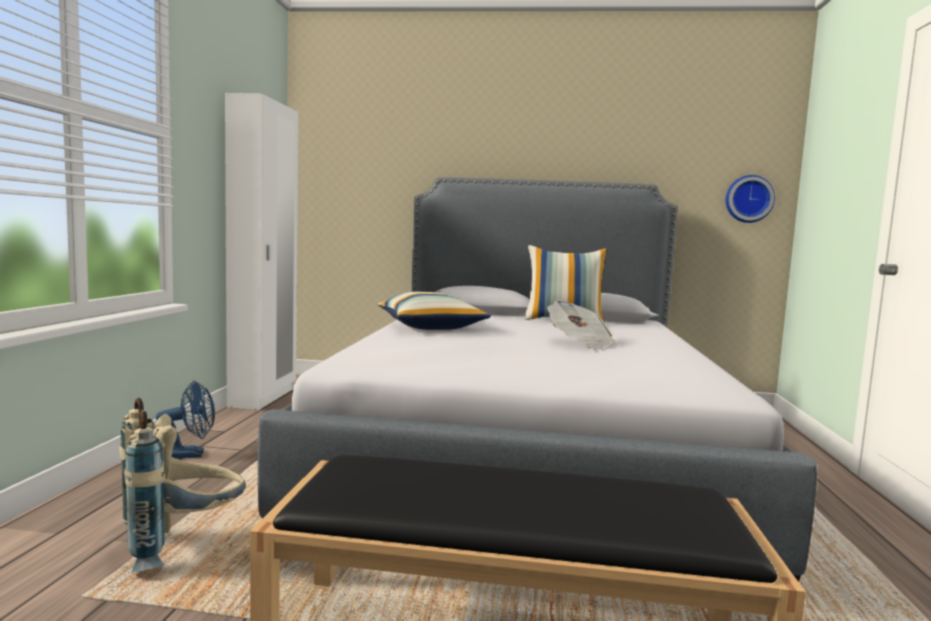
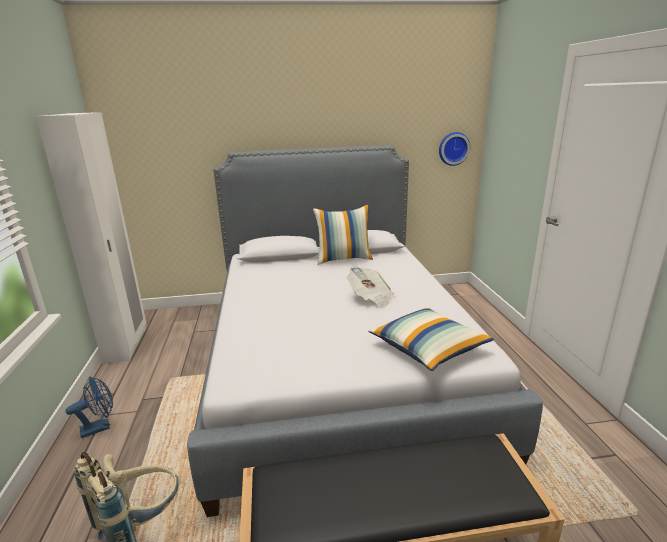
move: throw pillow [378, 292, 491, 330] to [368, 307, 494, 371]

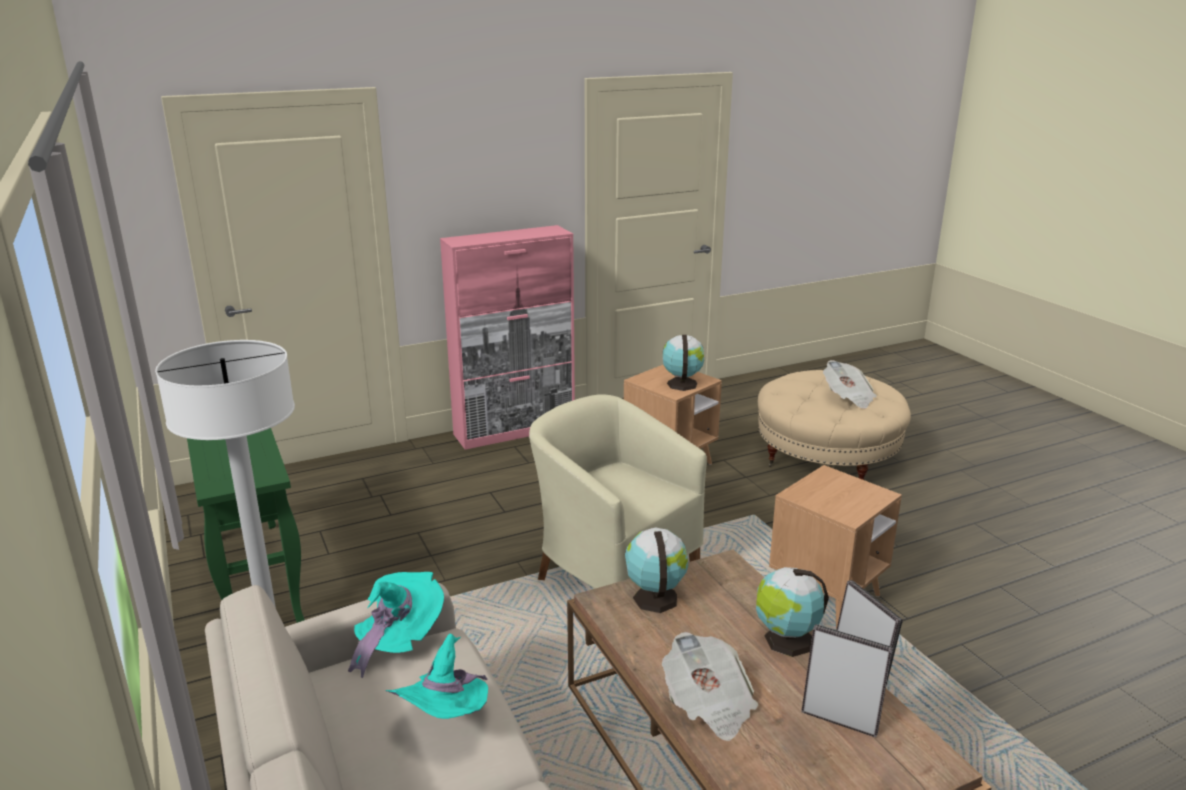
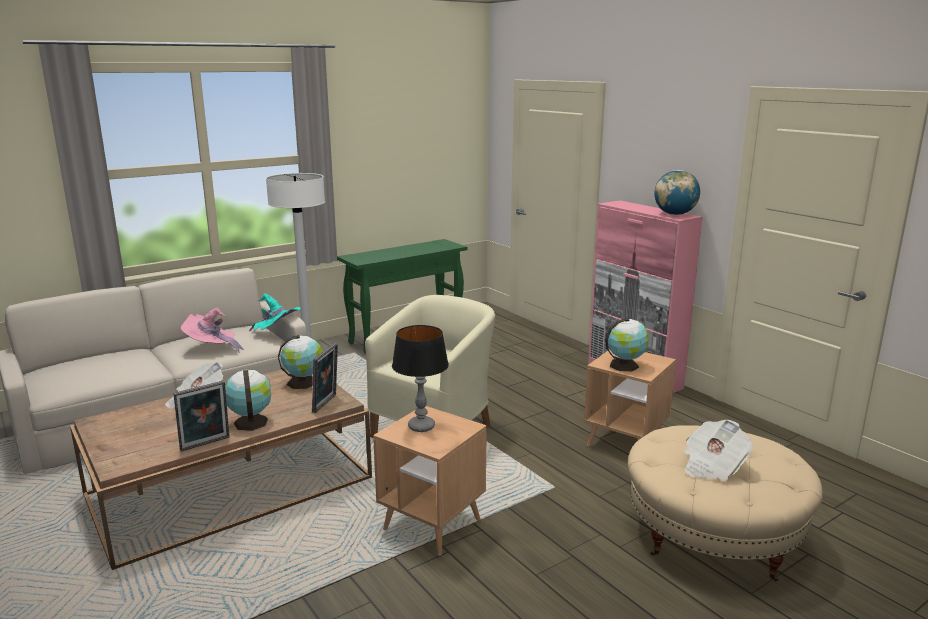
insert: lamp for a table [392, 325, 449, 432]; globe [654, 170, 700, 215]
move: standing frame [801, 624, 893, 737] to [312, 343, 338, 413]
recolor: turquoise clothing hat [385, 634, 488, 719] to pink clothing hat [180, 308, 243, 352]

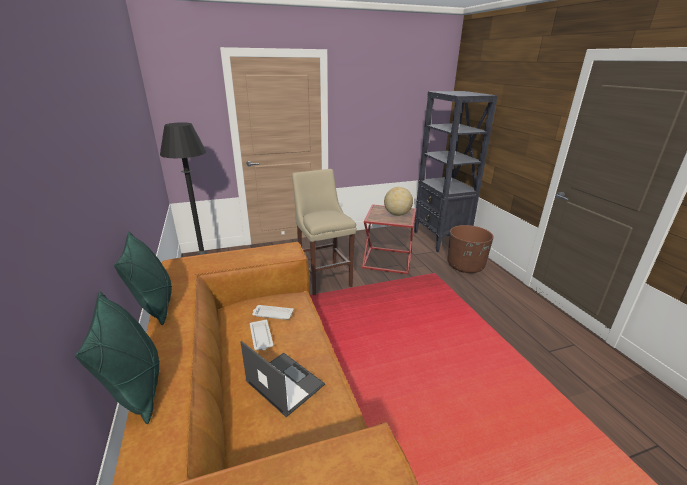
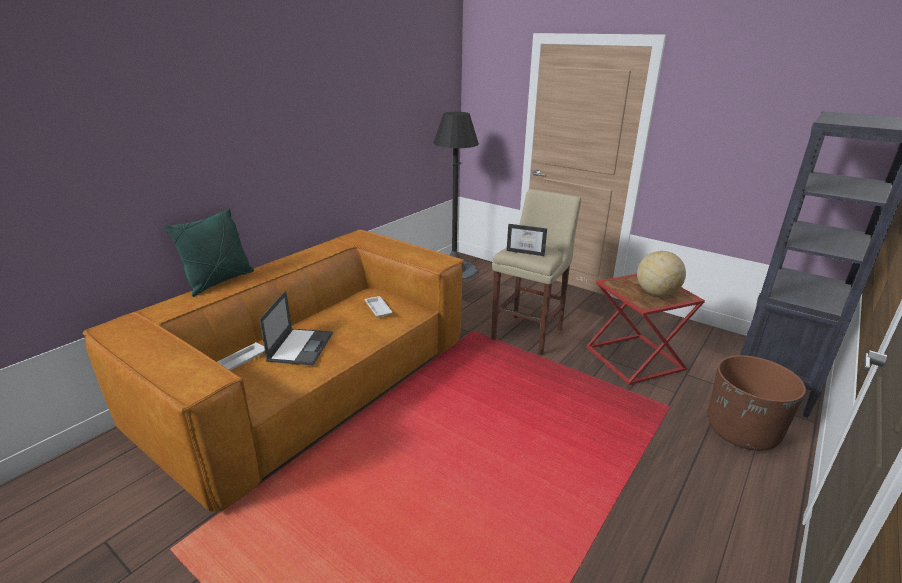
delete: green throw pillow [114, 232, 172, 325]
insert: standing frame [507, 224, 547, 256]
move: white serving tray [250, 320, 273, 350] to [217, 342, 265, 370]

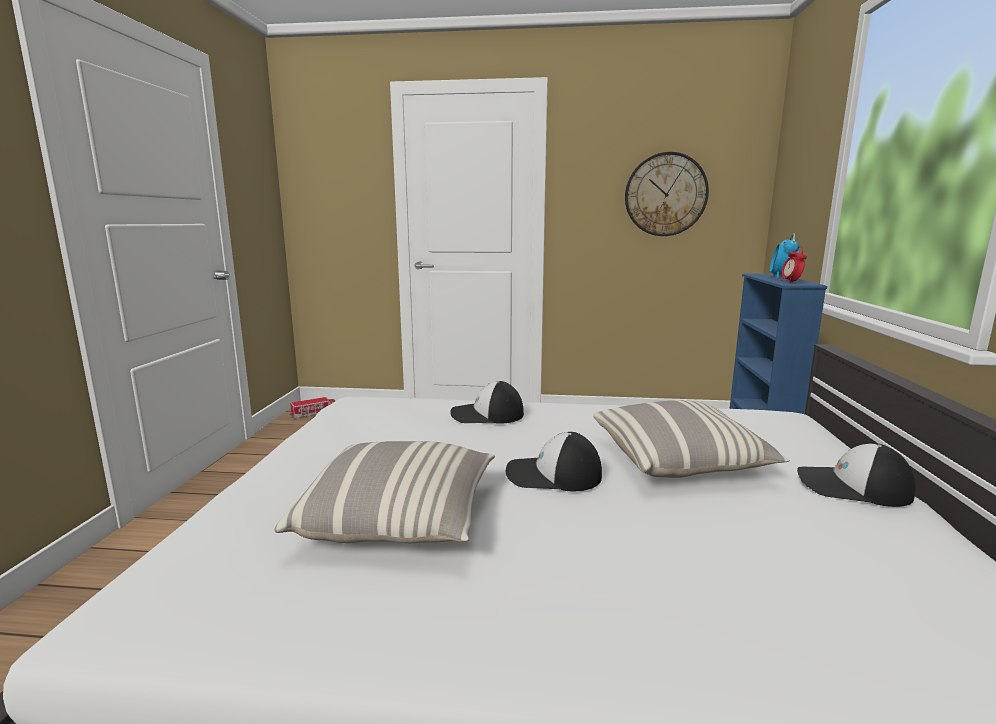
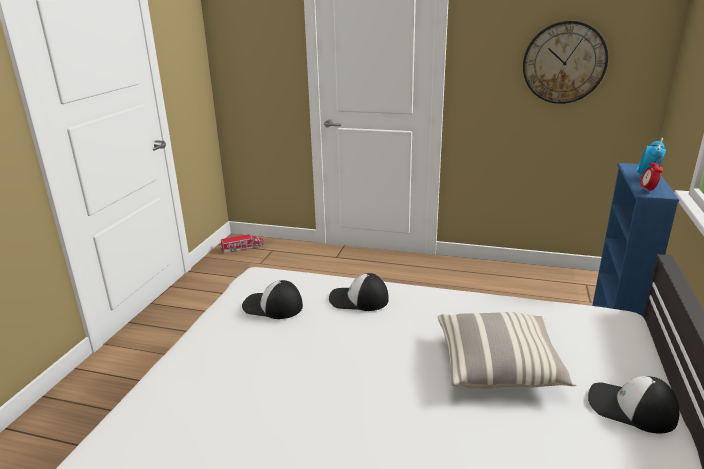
delete: throw pillow [274, 441, 495, 543]
move: cap [506, 432, 602, 491] to [242, 280, 303, 319]

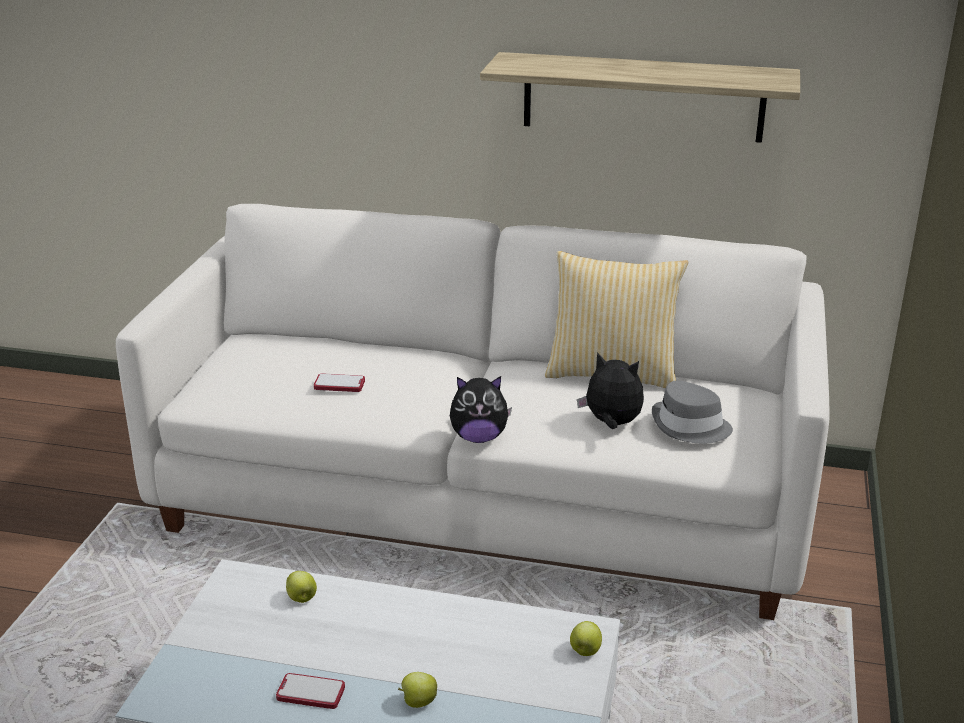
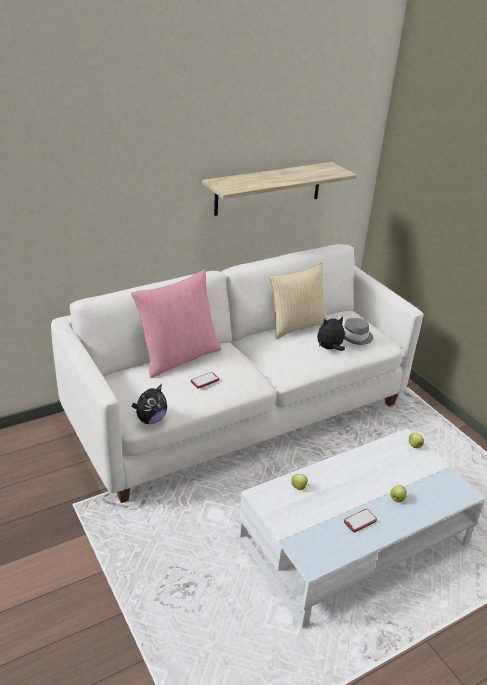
insert: pink throw pillow [131, 270, 221, 378]
move: plush toy [450, 376, 512, 443] to [132, 384, 167, 424]

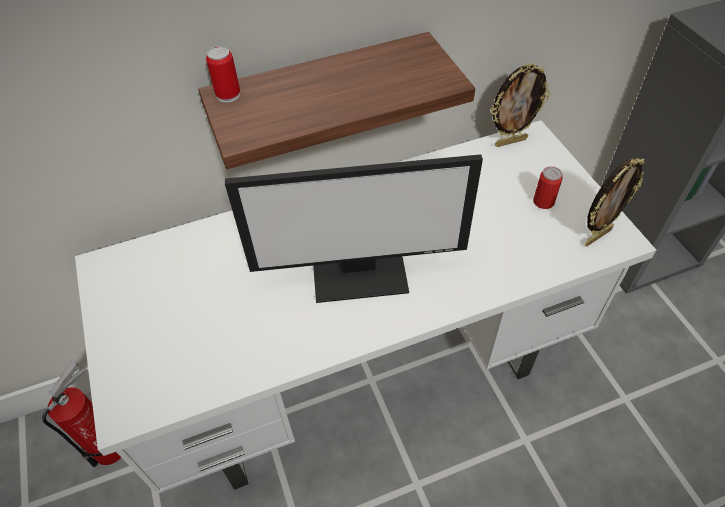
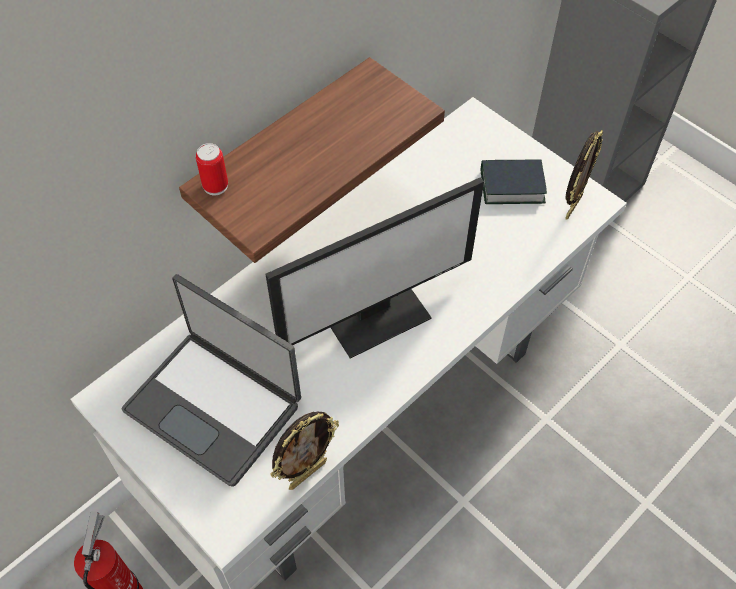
insert: portable computer [122, 274, 301, 487]
move: standing frame [491, 63, 550, 147] to [270, 412, 339, 490]
replace: can [533, 166, 563, 209] to book [481, 159, 547, 204]

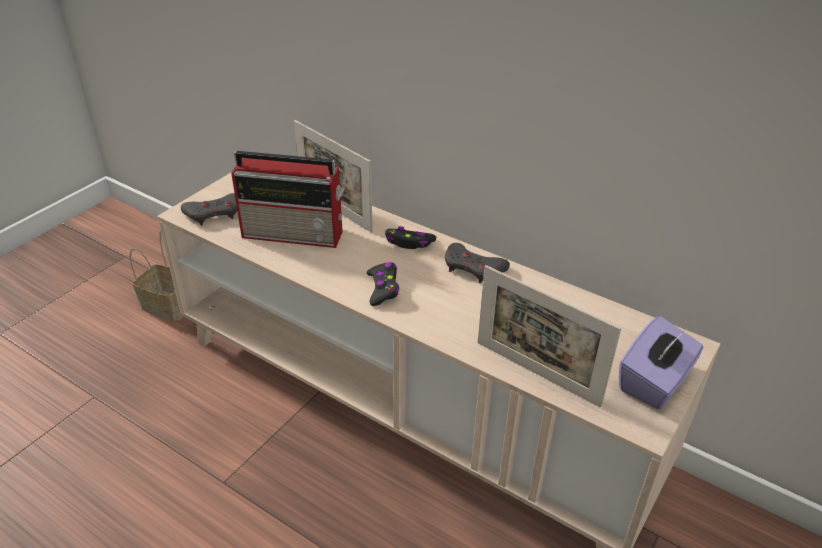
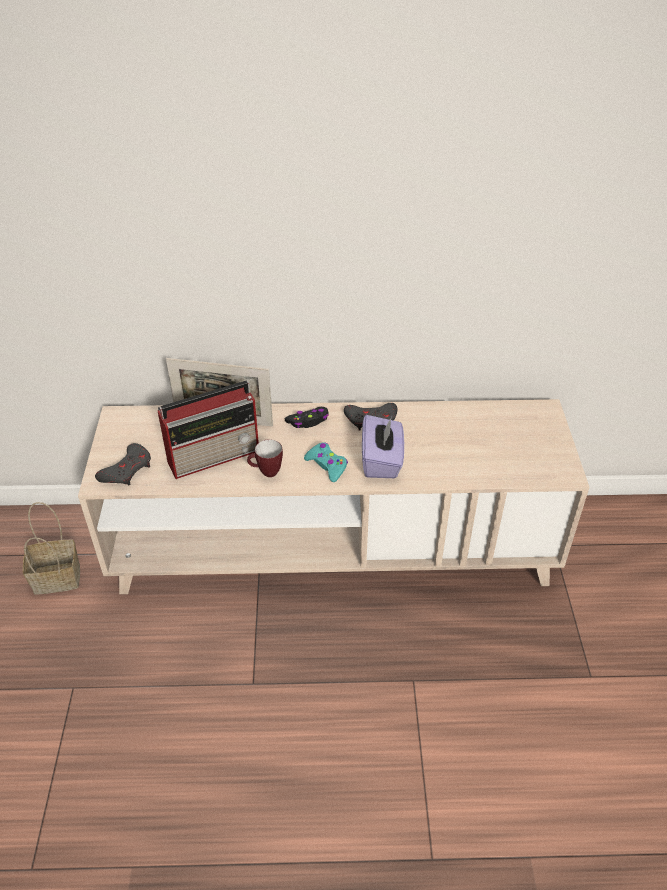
delete: standing frame [478, 265, 621, 407]
insert: mug [247, 439, 283, 477]
move: purplish box of tissues [619, 316, 703, 409] to [362, 415, 404, 478]
recolor: black-coloured game controller [367, 262, 400, 306] to turquoise game controller [304, 442, 348, 482]

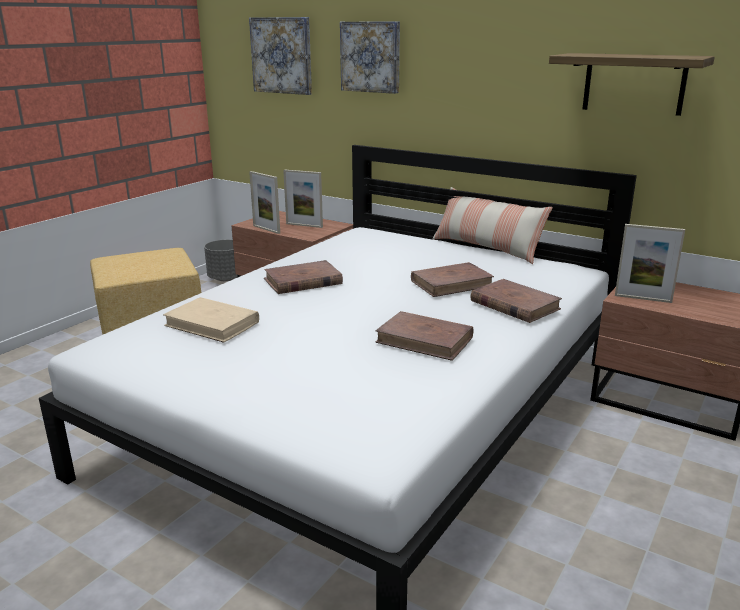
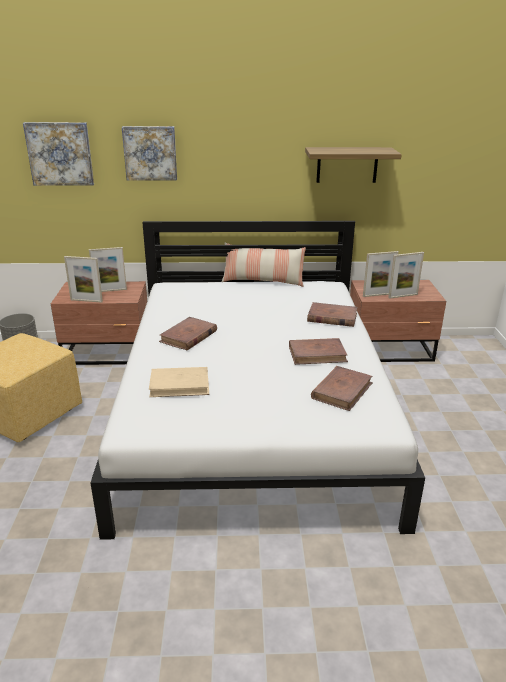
insert: standing frame [388, 252, 424, 299]
move: brownish book [411, 262, 494, 297] to [311, 366, 373, 411]

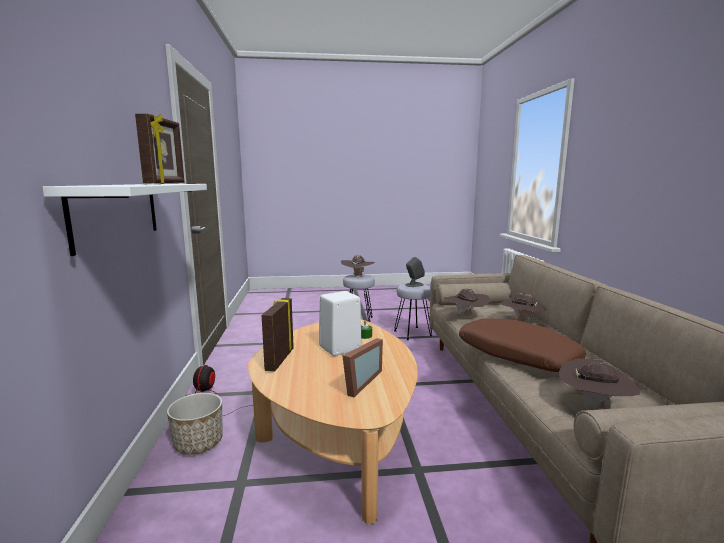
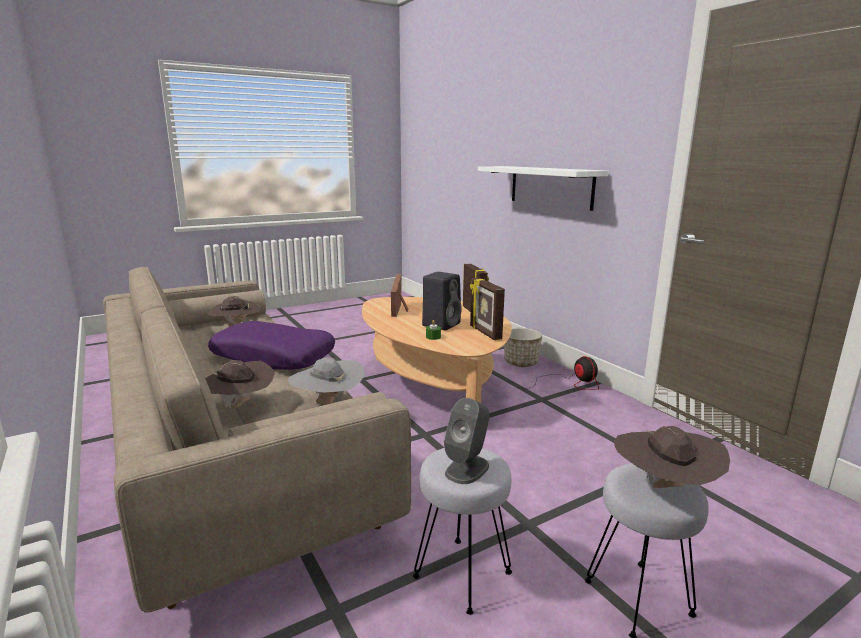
move: standing frame [135, 114, 184, 184] to [470, 278, 505, 340]
recolor: white loudspeaker [319, 291, 362, 356] to black-coloured loudspeaker [422, 272, 462, 330]; brownish clothing hat [444, 288, 490, 316] to gray clothing hat [288, 357, 365, 405]; brownish throw pillow [459, 318, 586, 372] to purplish throw pillow [208, 321, 335, 370]

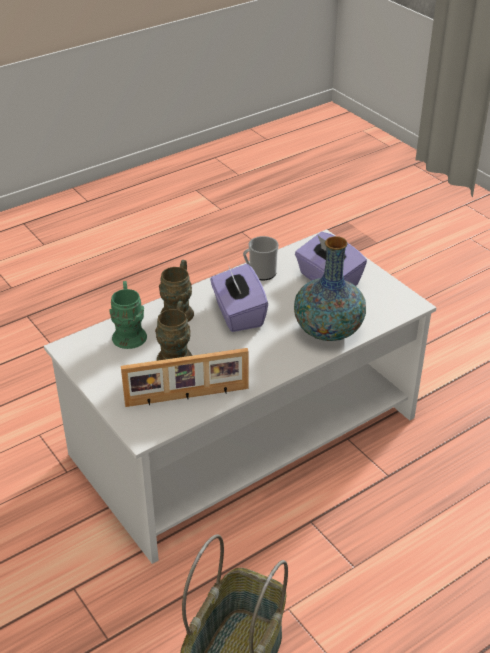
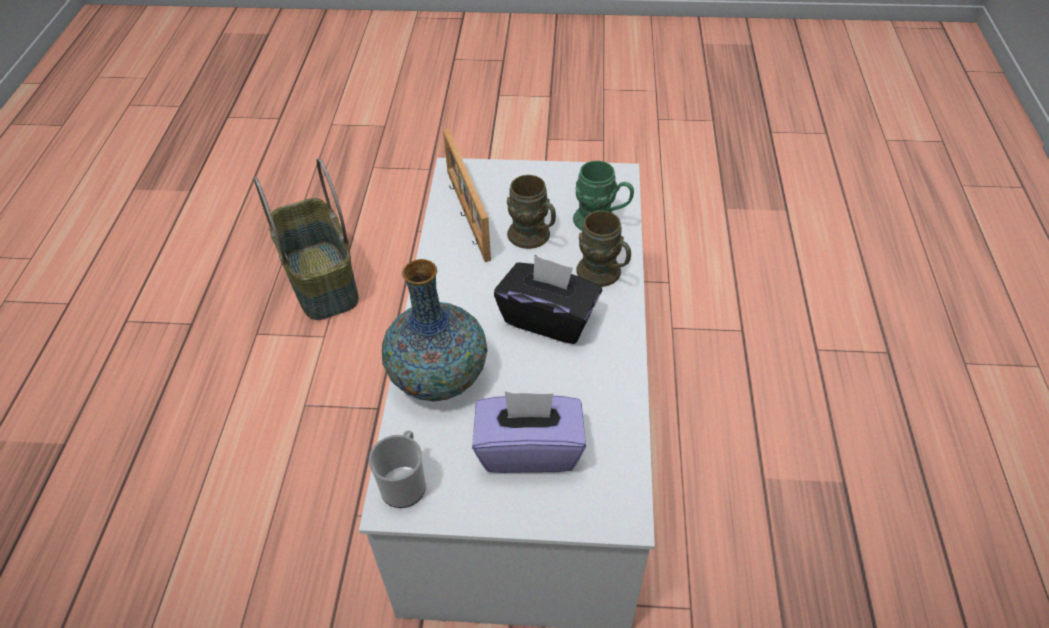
move: mug [243, 236, 279, 280] to [369, 430, 426, 508]
recolor: purplish box of tissues [210, 264, 268, 332] to black-coloured box of tissues [494, 255, 602, 344]
rotate: standing frame [121, 348, 249, 407] = [443, 129, 491, 262] 45 degrees counterclockwise

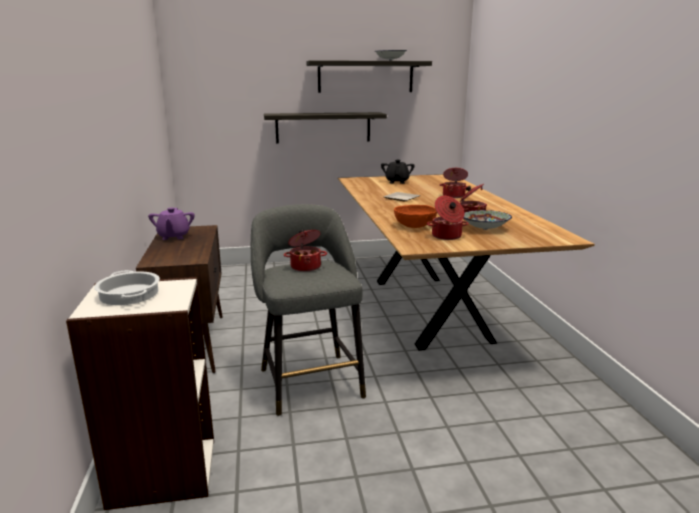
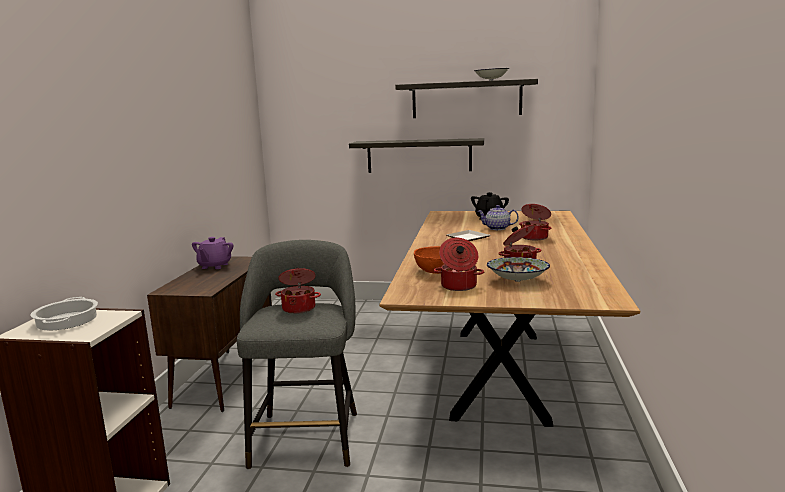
insert: tea pot [478, 205, 519, 230]

